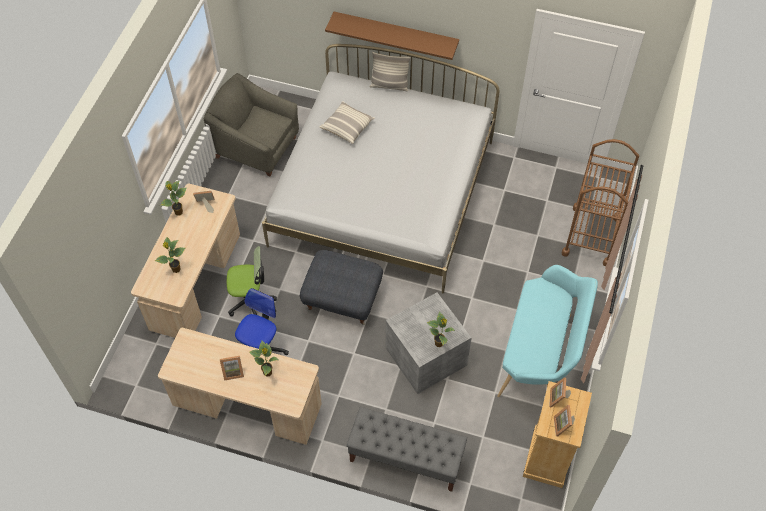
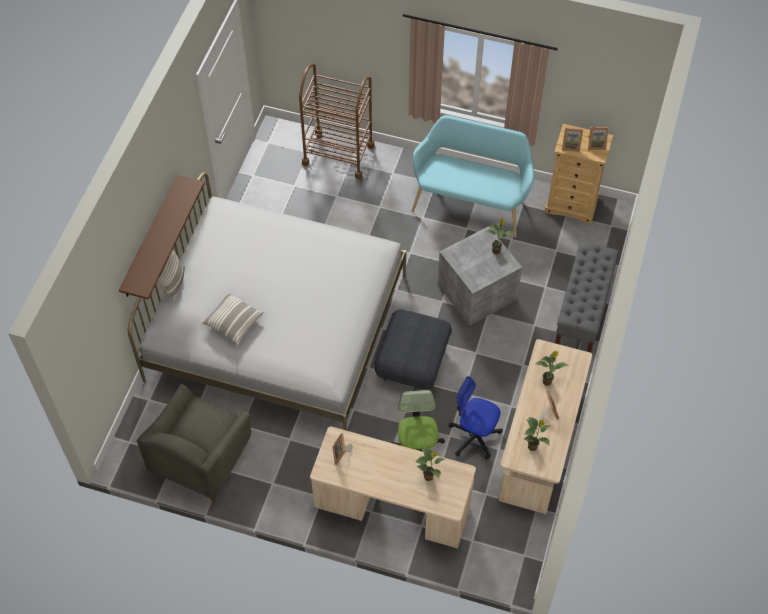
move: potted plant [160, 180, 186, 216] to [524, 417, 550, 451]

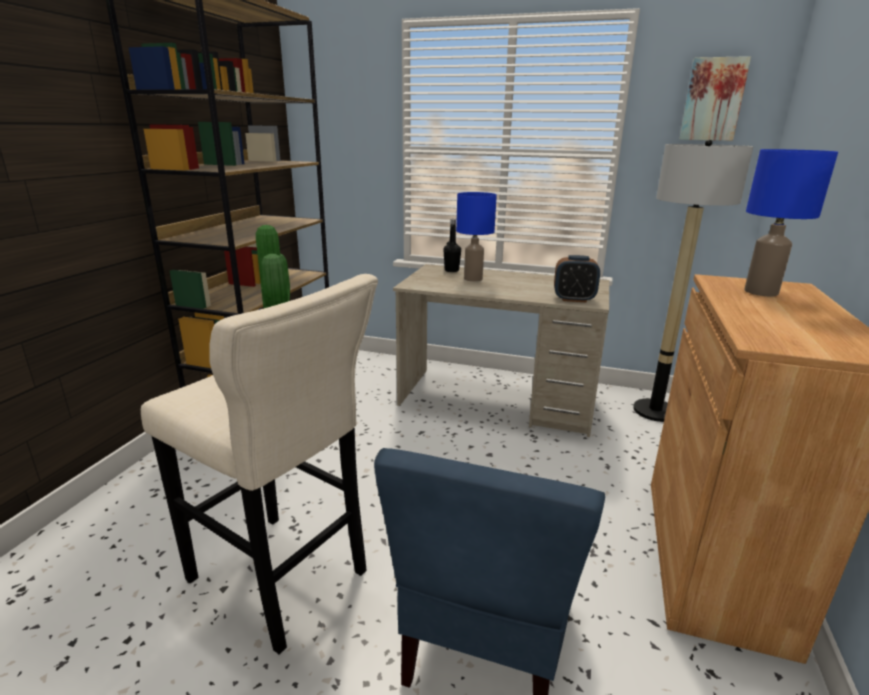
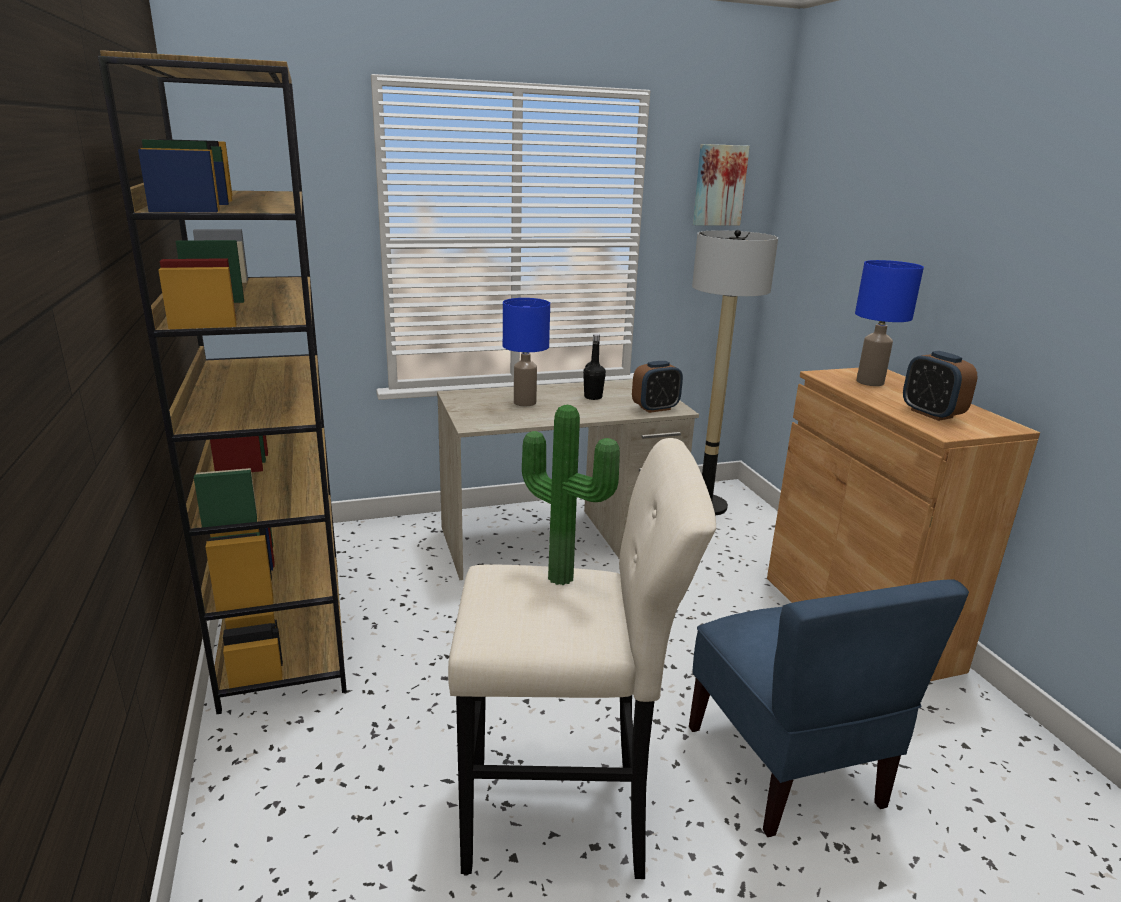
insert: table clock [903, 351, 977, 421]
move: black-coloured beverage bottle [444, 219, 461, 272] to [583, 334, 606, 400]

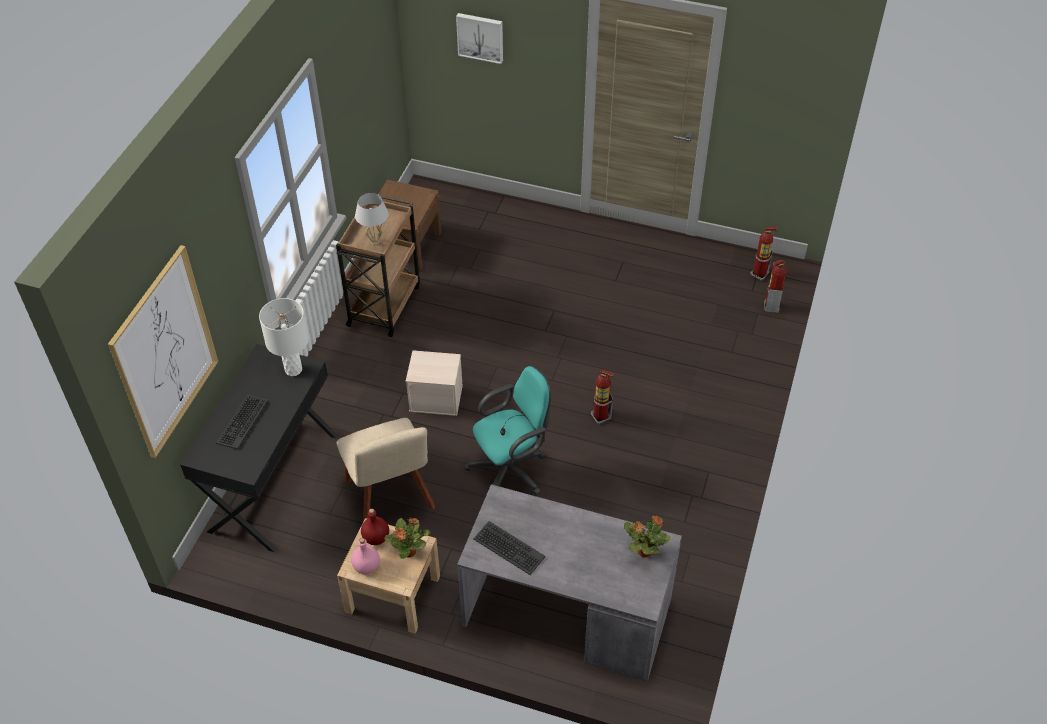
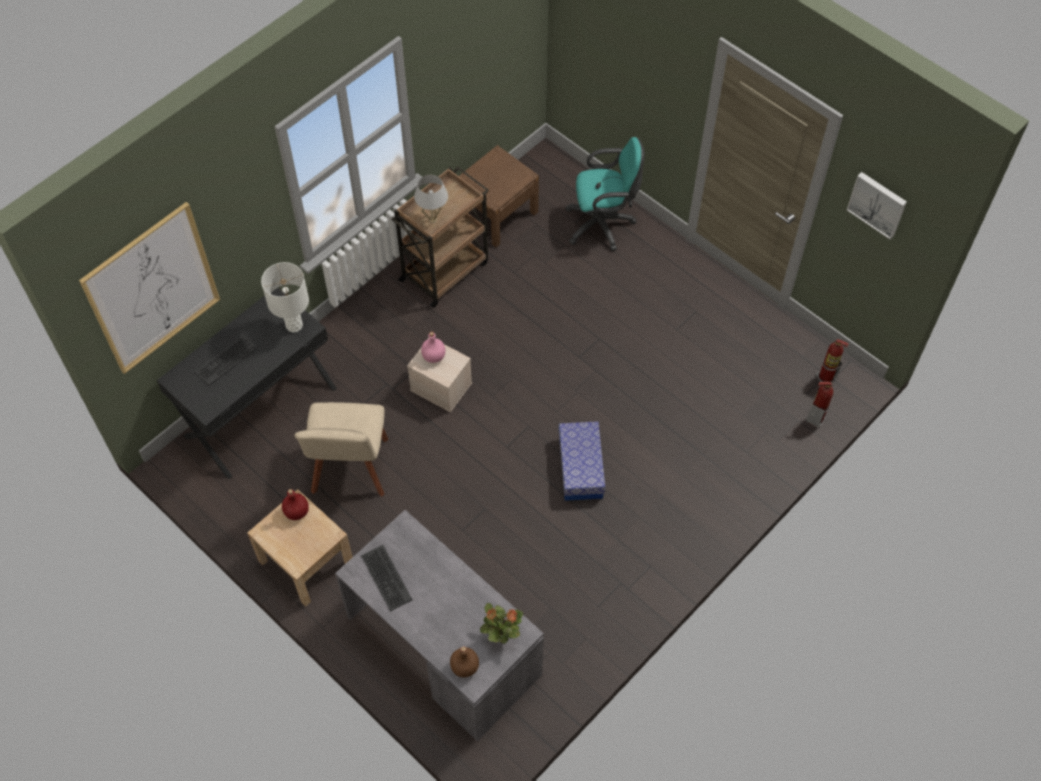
delete: potted plant [384, 518, 430, 559]
insert: brownish beverage bottle [450, 647, 479, 677]
move: pink beverage bottle [351, 538, 380, 575] to [421, 332, 446, 363]; wall picture [456, 13, 503, 64] to [847, 172, 907, 239]; turquoise desk chair [464, 366, 551, 495] to [565, 137, 645, 251]
replace: extinguisher [591, 370, 614, 424] to storage box [559, 421, 605, 501]

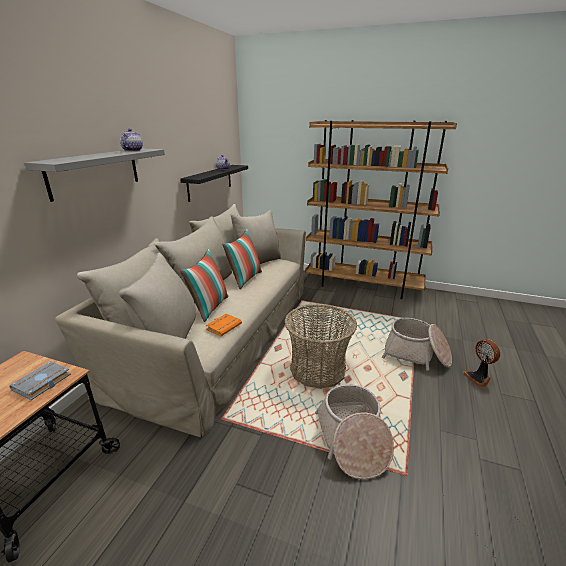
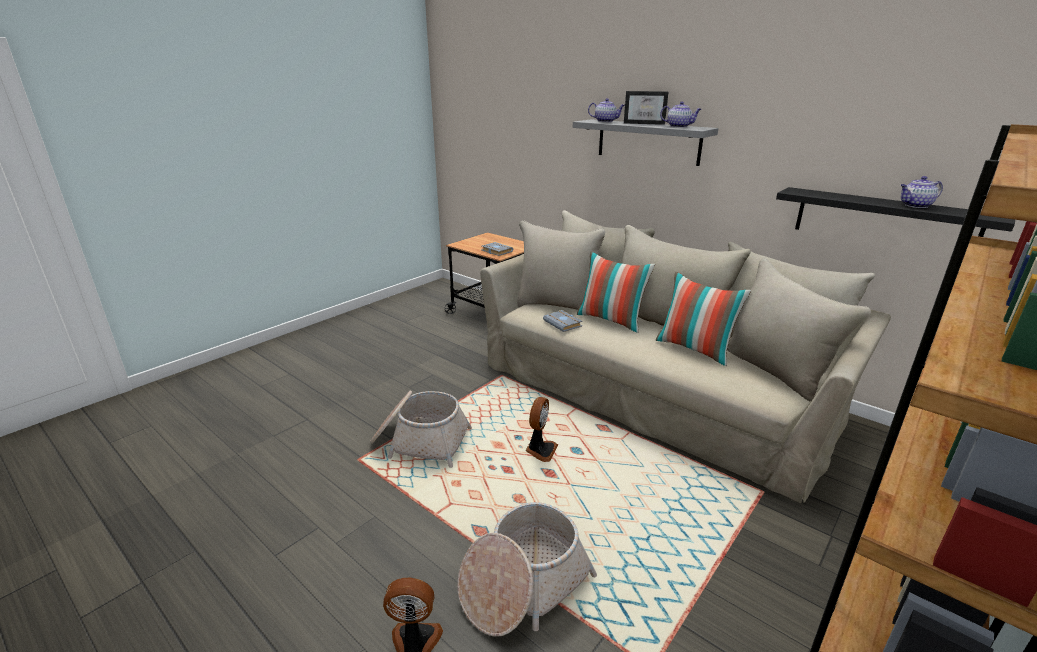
insert: tea pot [588, 98, 625, 122]; standing frame [624, 91, 668, 125]
replace: basket [284, 304, 357, 389] to cooling fan [525, 397, 558, 462]
recolor: orange-coloured book [206, 314, 242, 336] to gray book [543, 310, 583, 332]

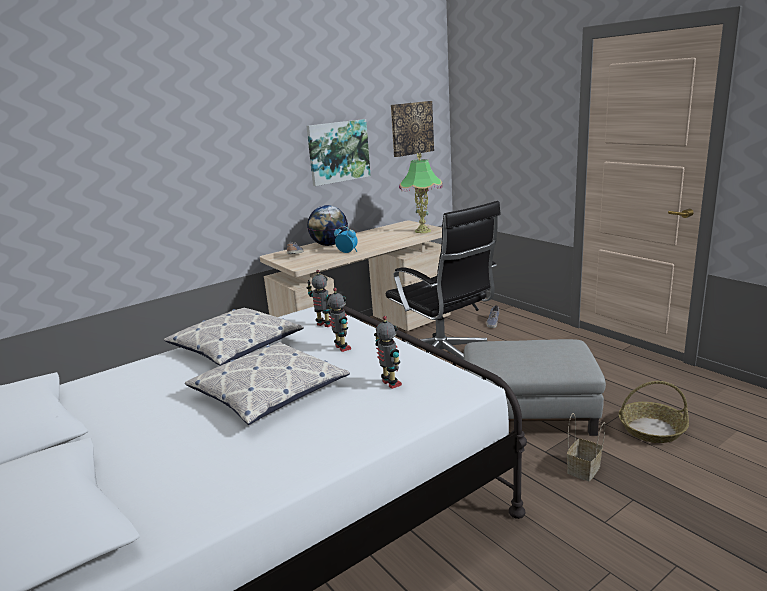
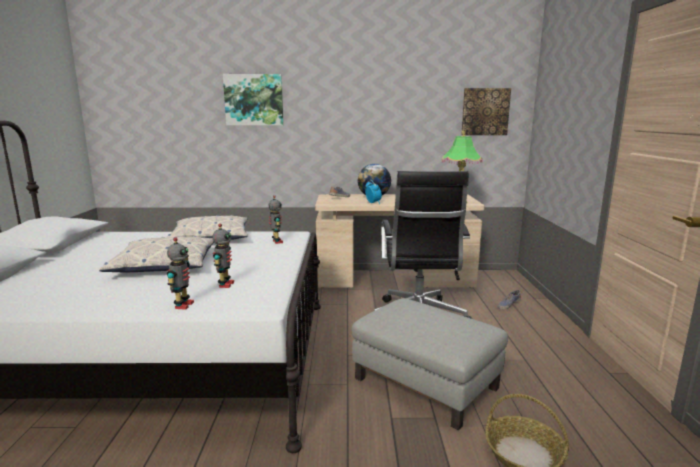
delete: basket [567, 413, 605, 481]
move: wall picture [307, 119, 371, 186] to [223, 74, 284, 125]; robot figure [328, 288, 351, 352] to [167, 237, 194, 310]

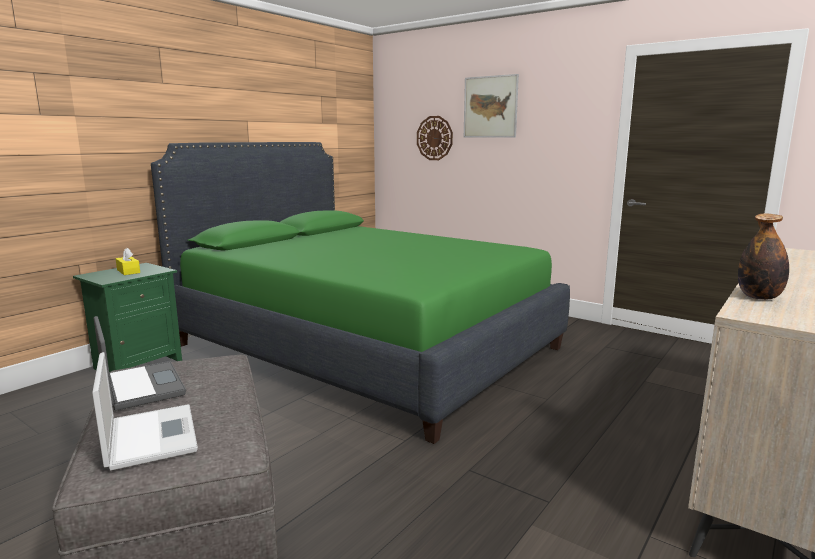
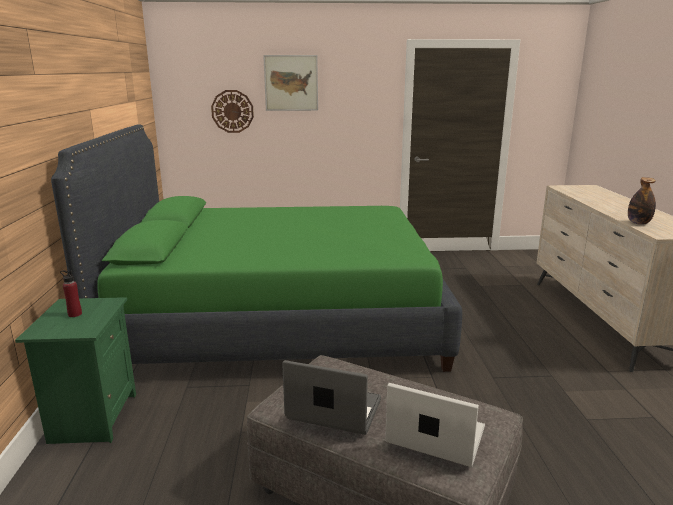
replace: yellow-coloured box of tissues [116, 248, 140, 275] to red-coloured beverage bottle [60, 270, 82, 317]

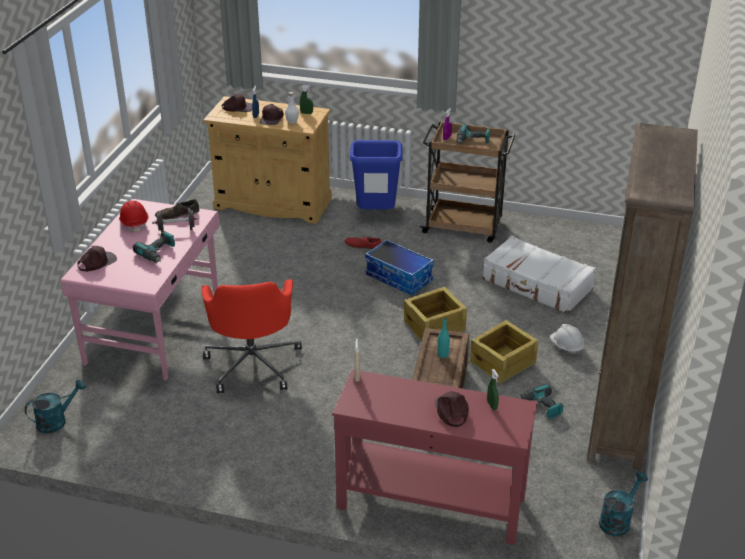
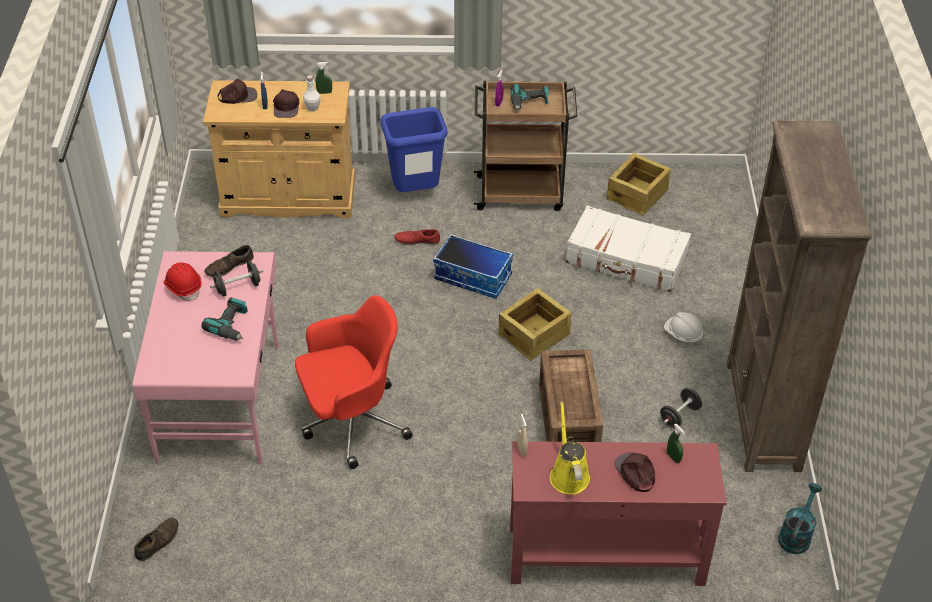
delete: brownish cap [77, 246, 117, 272]; turquoise beverage bottle [437, 317, 450, 358]
insert: yellow-coloured watering can [550, 401, 590, 495]
move: shipping crate [470, 320, 538, 384] to [607, 153, 671, 216]
replace: turquoise watering can [25, 380, 86, 433] to brownish low shoe [134, 518, 179, 561]; drill [518, 384, 563, 419] to black-coloured dumbbell [660, 388, 702, 428]
rotate: red-coloured desk chair [201, 279, 302, 393] = [295, 295, 413, 469] 90 degrees counterclockwise

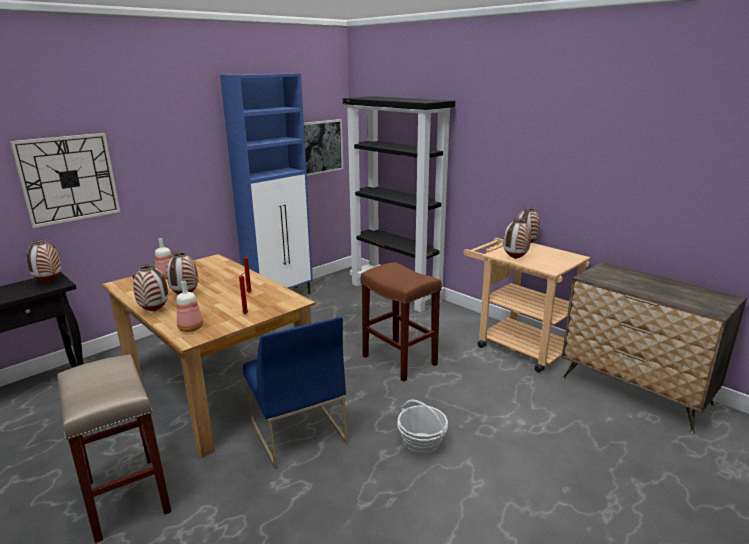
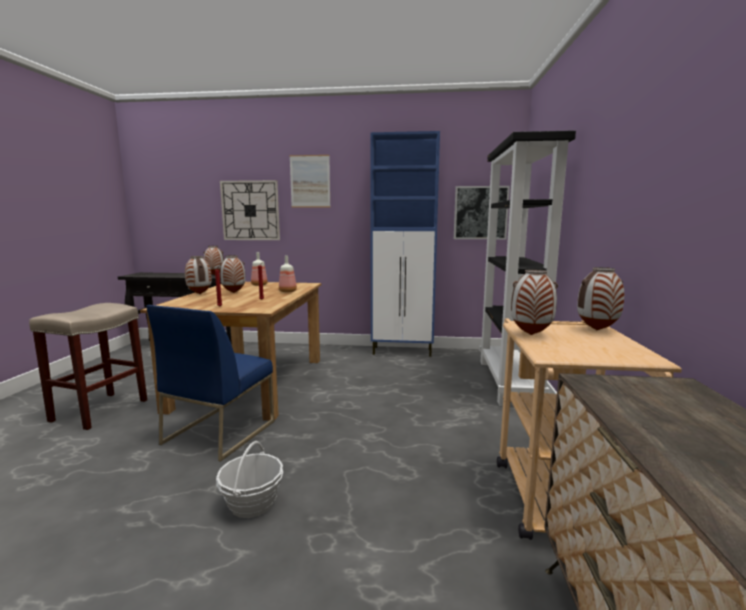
delete: brownish sitting stool [360, 262, 442, 382]
insert: wall picture [289, 155, 331, 208]
move: beverage bottle [177, 281, 203, 332] to [279, 255, 297, 292]

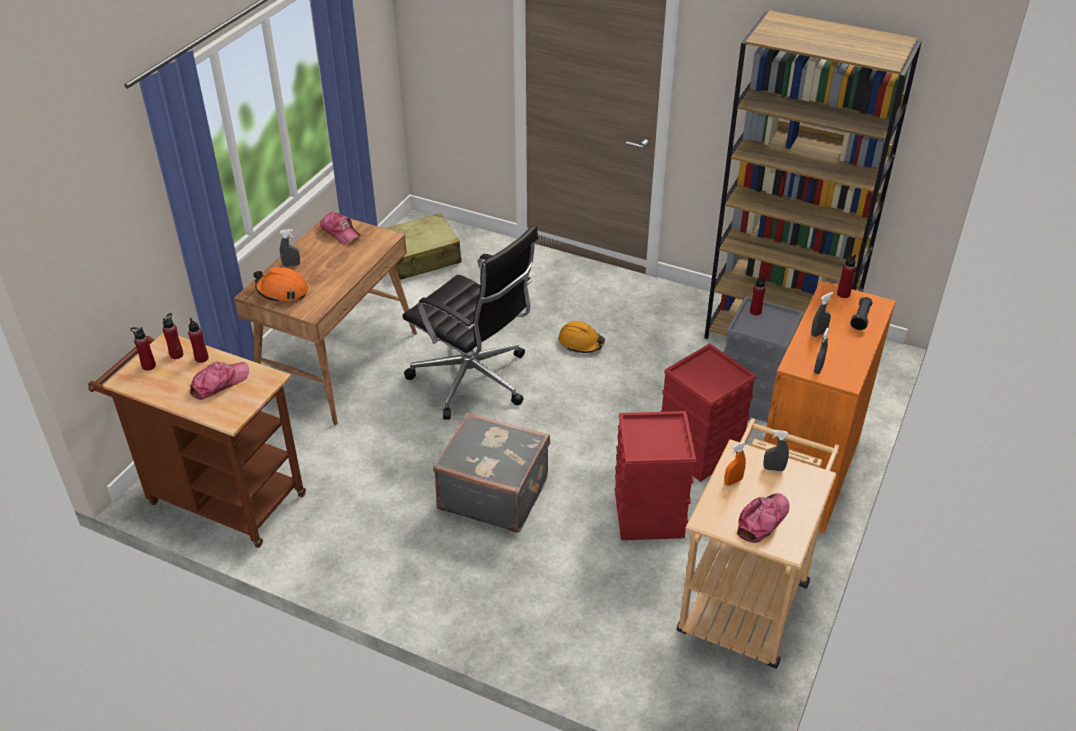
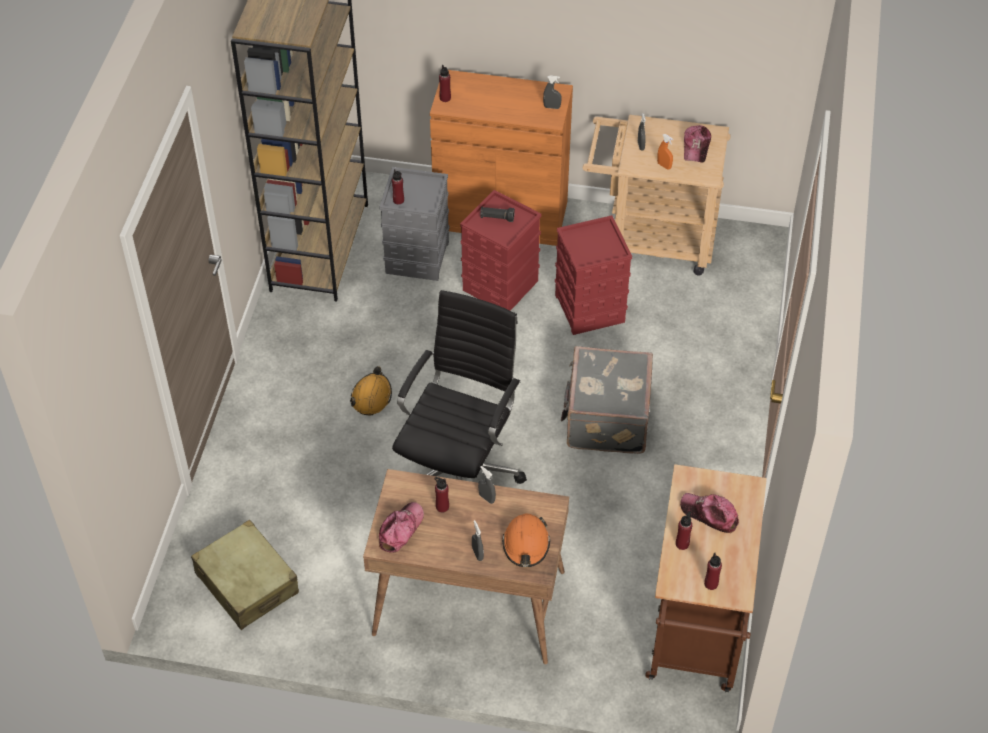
move: red-coloured beverage bottle [163, 313, 183, 359] to [434, 477, 449, 513]; gray sprayer [811, 292, 834, 337] to [478, 466, 496, 504]; black-coloured torch [850, 297, 873, 330] to [480, 207, 515, 222]
rotate: cap [737, 493, 789, 543] = [684, 125, 711, 163] 105 degrees counterclockwise

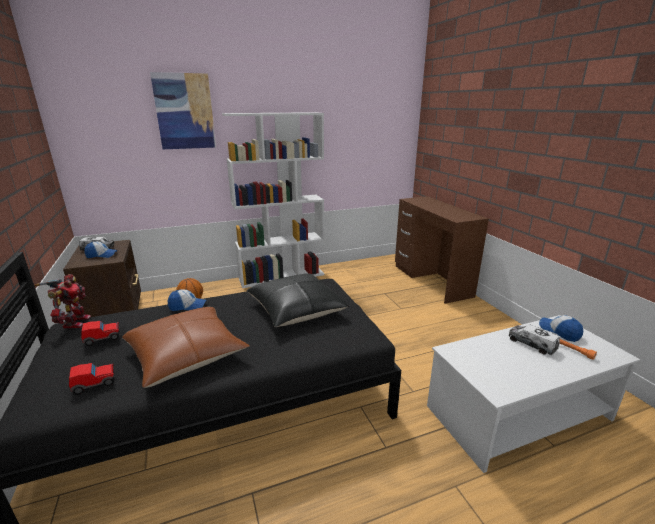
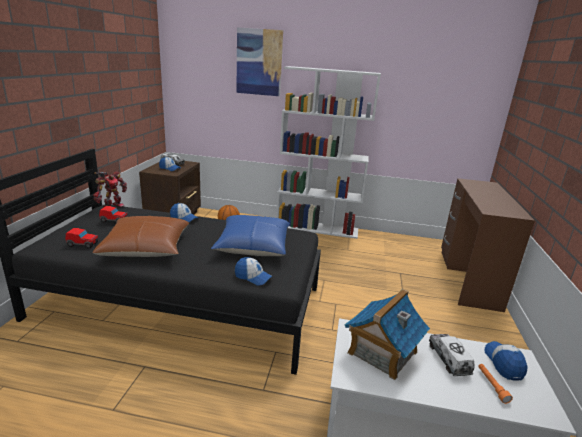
insert: cap [235, 257, 273, 286]; miniature house [344, 289, 430, 380]
recolor: black-coloured throw pillow [247, 273, 348, 327] to blue throw pillow [211, 215, 290, 256]

